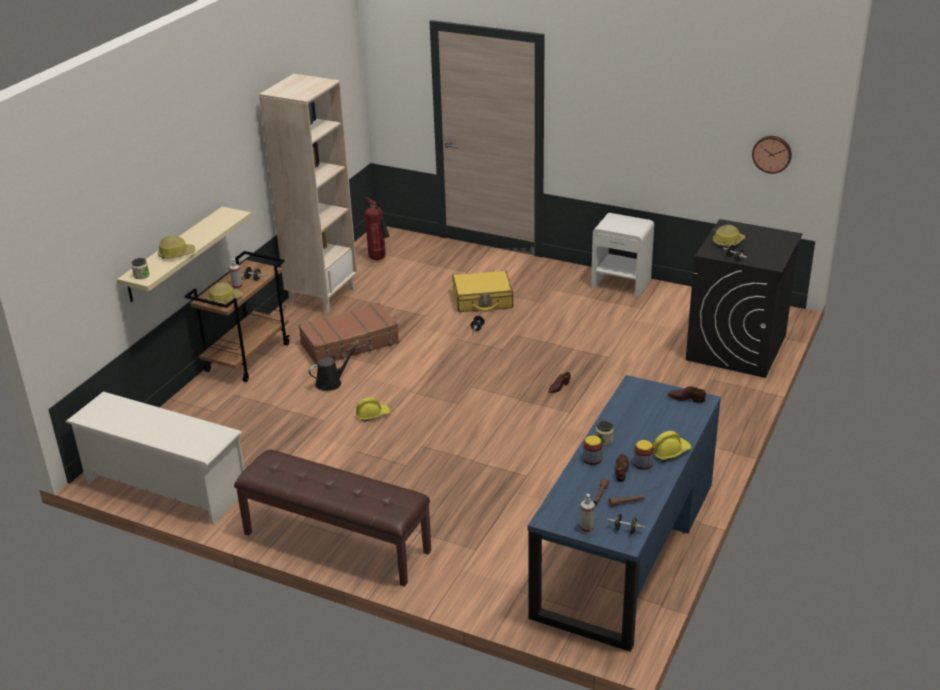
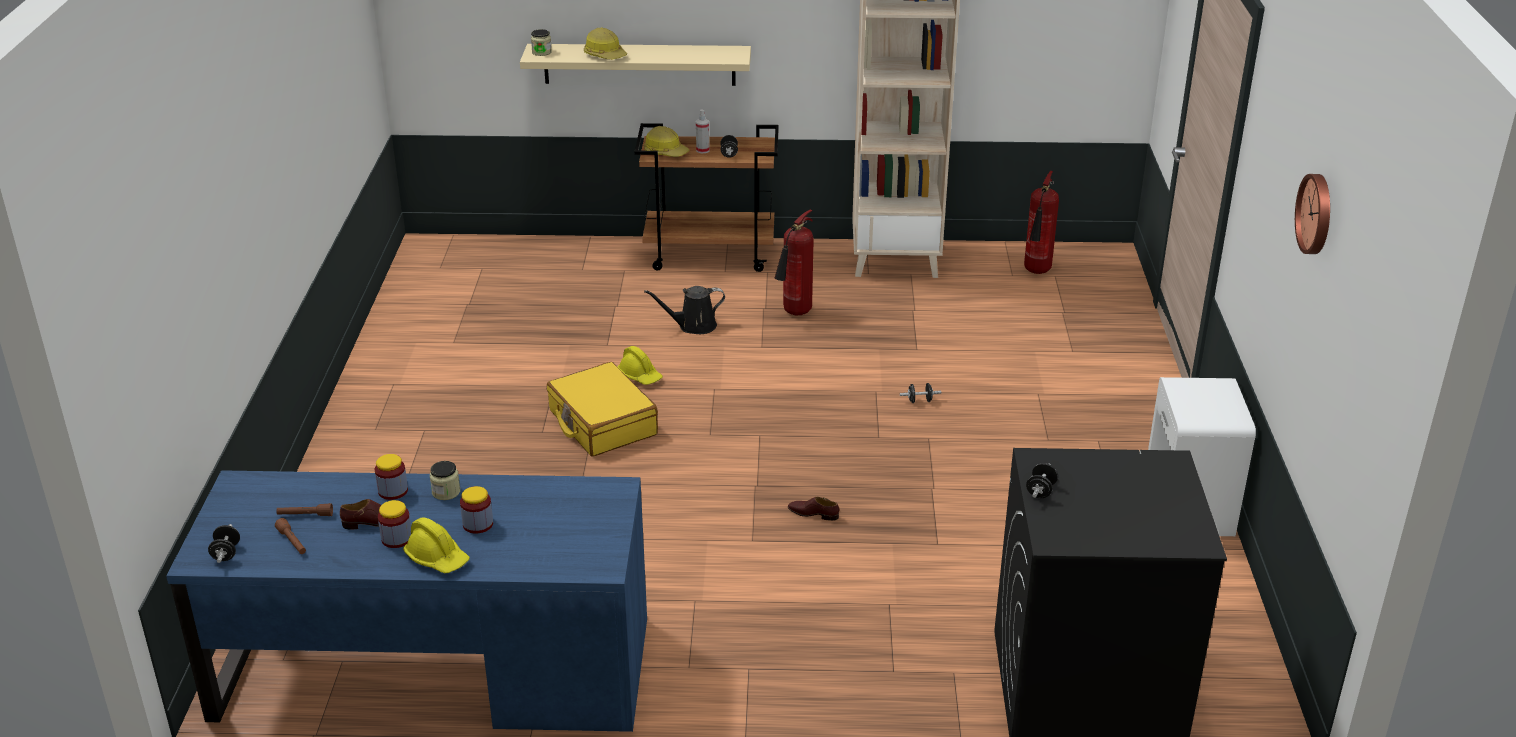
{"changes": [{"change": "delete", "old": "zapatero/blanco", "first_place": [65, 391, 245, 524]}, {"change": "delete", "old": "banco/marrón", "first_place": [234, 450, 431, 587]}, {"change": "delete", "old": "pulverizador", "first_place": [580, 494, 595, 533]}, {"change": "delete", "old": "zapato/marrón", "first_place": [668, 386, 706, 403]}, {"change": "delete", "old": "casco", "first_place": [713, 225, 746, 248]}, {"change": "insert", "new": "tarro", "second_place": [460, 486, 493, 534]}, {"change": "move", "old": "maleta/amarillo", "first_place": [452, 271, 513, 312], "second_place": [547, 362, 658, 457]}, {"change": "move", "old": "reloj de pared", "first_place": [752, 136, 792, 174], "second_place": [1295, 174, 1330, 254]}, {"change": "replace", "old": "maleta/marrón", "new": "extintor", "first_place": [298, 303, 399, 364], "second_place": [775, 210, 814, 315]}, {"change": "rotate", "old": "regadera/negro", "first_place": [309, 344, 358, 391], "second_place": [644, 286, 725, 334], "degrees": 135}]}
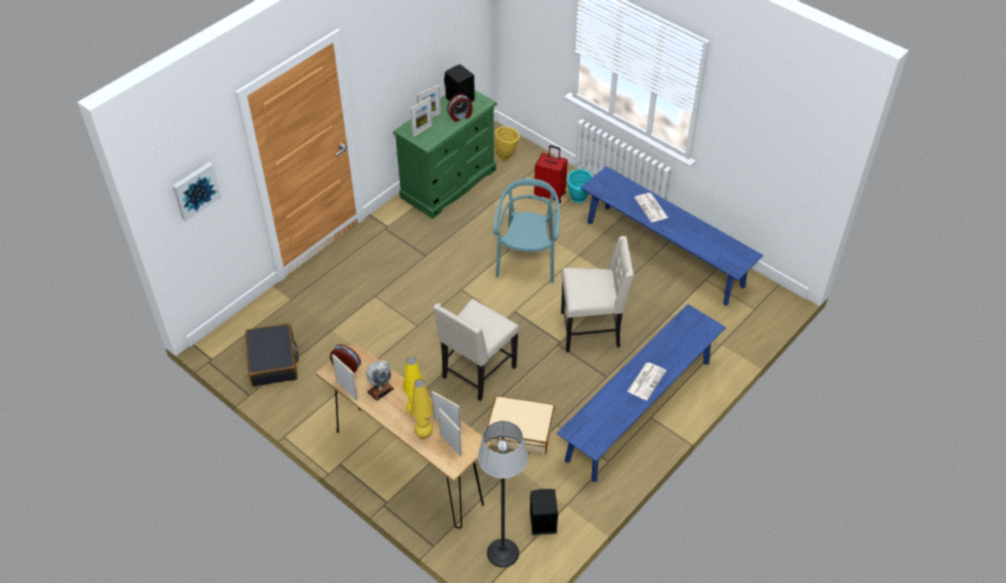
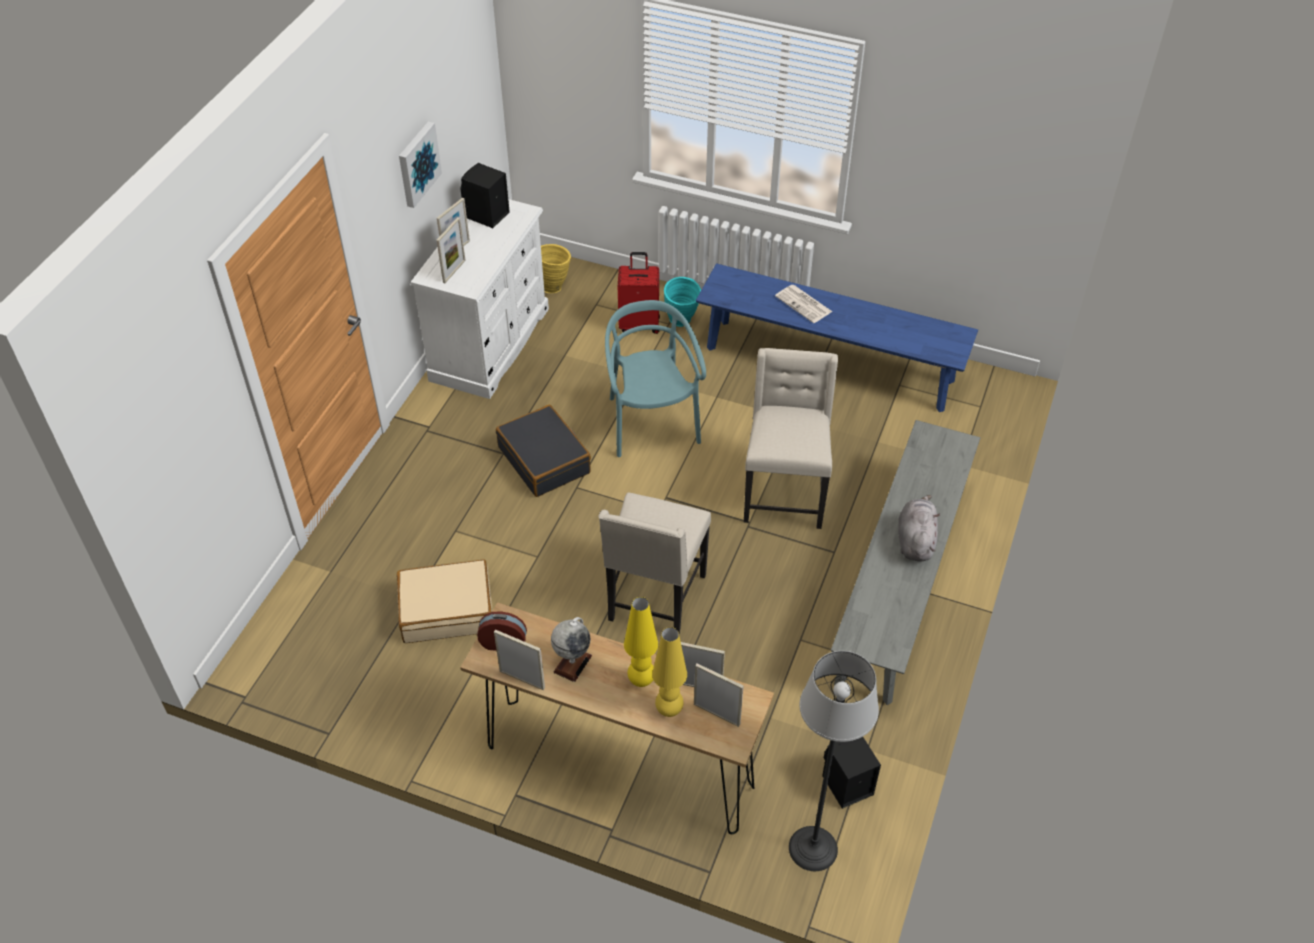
{"changes": [{"change": "delete", "old": "despertador", "first_place": [447, 94, 473, 122]}, {"change": "move", "old": "cuadro", "first_place": [172, 162, 221, 221], "second_place": [399, 121, 442, 208]}, {"change": "move", "old": "maleta/negro", "first_place": [245, 323, 299, 386], "second_place": [496, 405, 591, 497]}, {"change": "move", "old": "maleta/beis", "first_place": [487, 396, 555, 455], "second_place": [397, 559, 492, 643]}, {"change": "replace", "old": "periódico", "new": "peluche/gris", "first_place": [627, 362, 666, 400], "second_place": [898, 495, 940, 561]}, {"change": "recolor", "old": "cómoda/verde", "new": "cómoda/blanco", "first_place": [393, 90, 497, 219], "second_place": [410, 199, 549, 399]}, {"change": "recolor", "old": "banco/azul", "new": "banco/gris", "first_place": [557, 304, 726, 482], "second_place": [831, 420, 980, 705]}, {"change": "rotate", "old": "silla/beis", "first_place": [561, 236, 634, 352], "second_place": [744, 348, 838, 529], "degrees": -60}]}
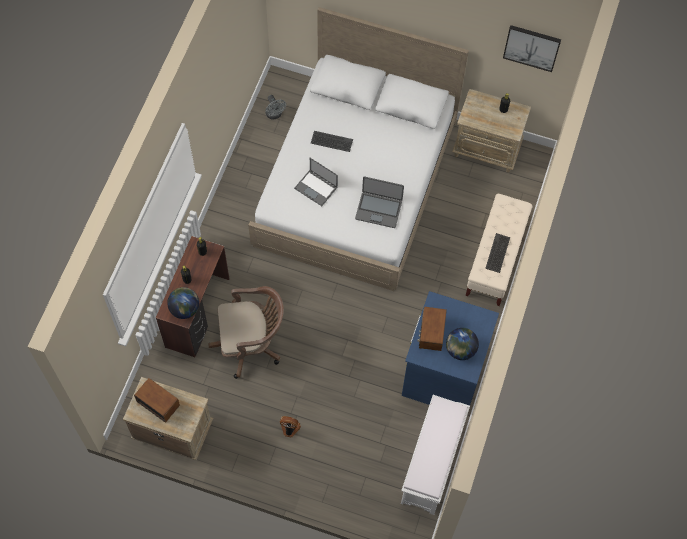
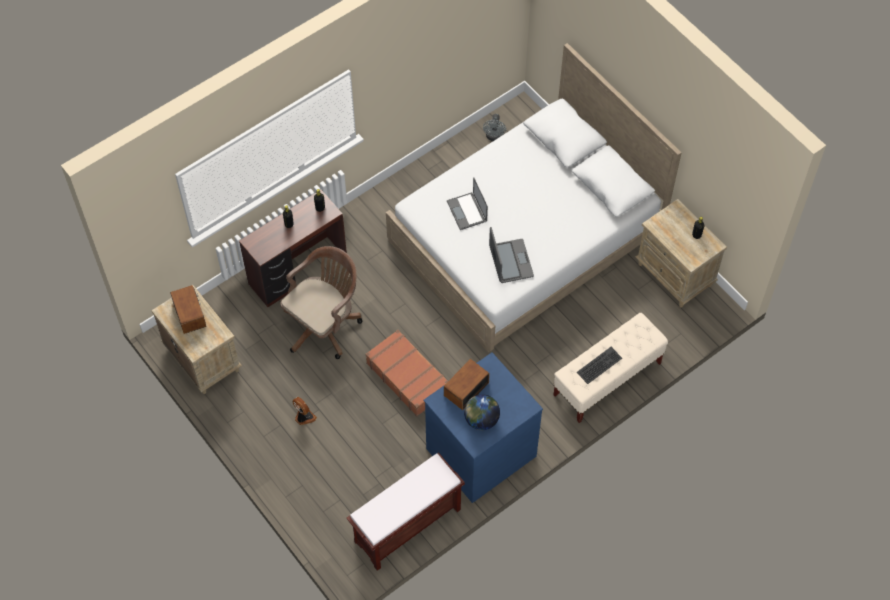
{"changes": [{"change": "delete", "old": "globo terráqueo", "first_place": [167, 287, 199, 319]}, {"change": "delete", "old": "teclado", "first_place": [311, 131, 353, 152]}, {"change": "delete", "old": "cuadro", "first_place": [503, 25, 561, 72]}, {"change": "insert", "new": "maleta/marrón", "second_place": [365, 330, 448, 416]}, {"change": "recolor", "old": "banco/blanco", "new": "banco/marrón", "first_place": [401, 395, 470, 515], "second_place": [347, 452, 465, 571]}, {"change": "rotate", "old": "silla de oficina/marrón", "first_place": [208, 286, 284, 379], "second_place": [281, 246, 362, 359], "degrees": -75}, {"change": "rotate", "old": "portátil", "first_place": [355, 177, 404, 228], "second_place": [489, 227, 534, 283], "degrees": -150}]}
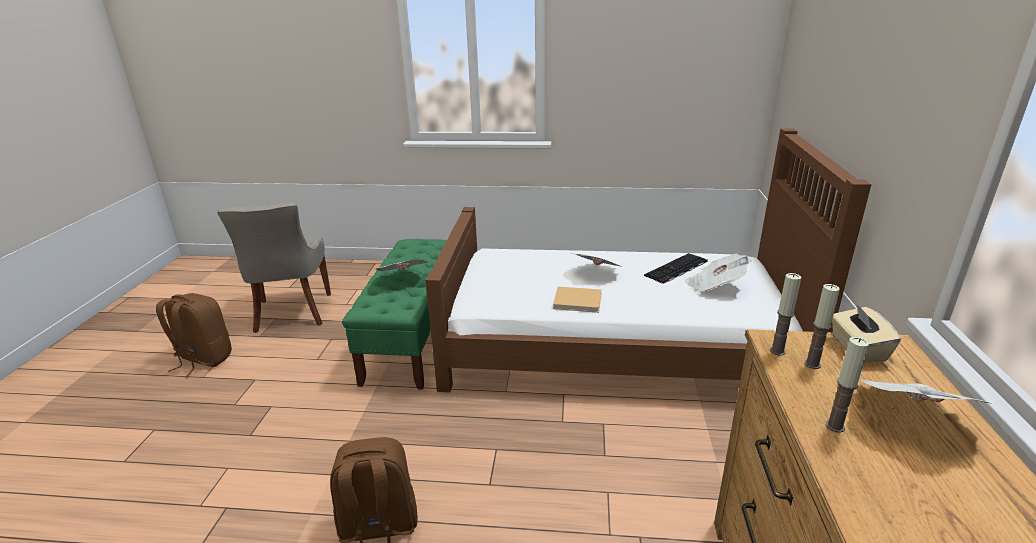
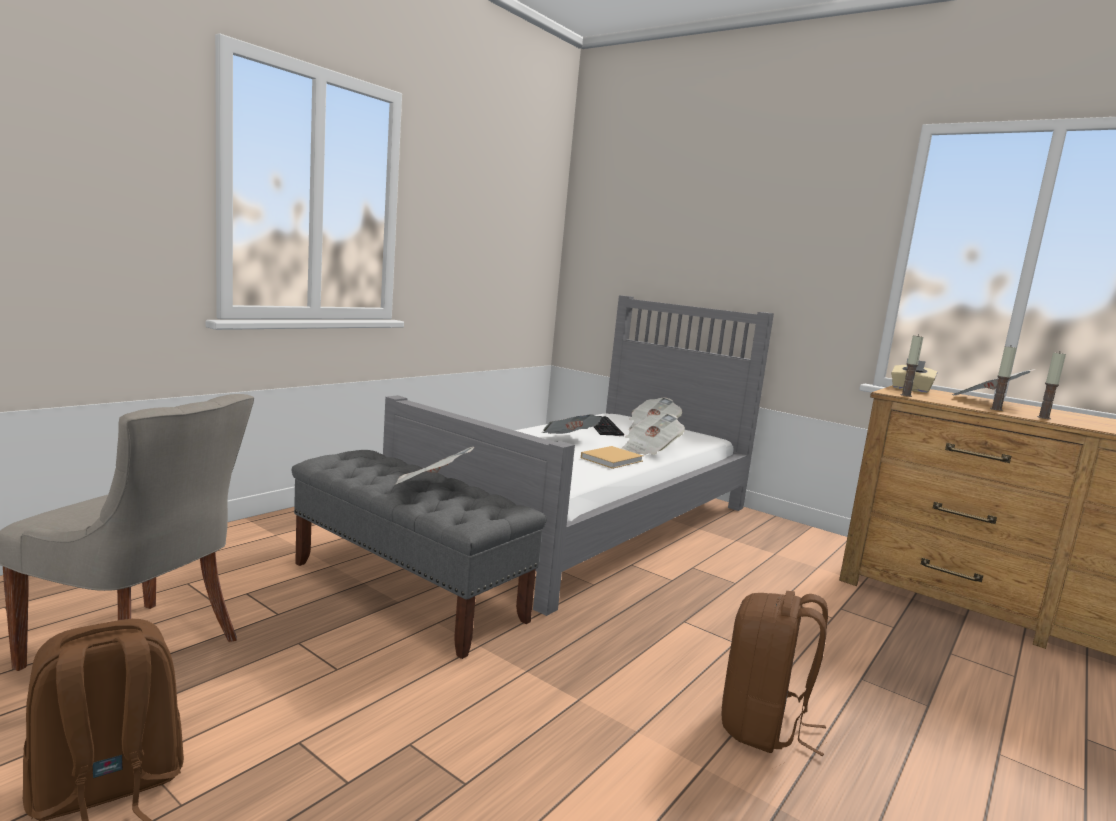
{"changes": [{"change": "insert", "new": "periódico", "second_place": [621, 414, 685, 455]}, {"change": "move", "old": "vela", "first_place": [804, 284, 840, 369], "second_place": [1037, 352, 1066, 419]}, {"change": "recolor", "old": "banco/verde", "new": "banco/gris", "first_place": [342, 239, 447, 390], "second_place": [292, 450, 546, 659]}, {"change": "recolor", "old": "cama/marrón", "new": "cama/gris", "first_place": [426, 128, 871, 392], "second_place": [383, 295, 774, 616]}]}
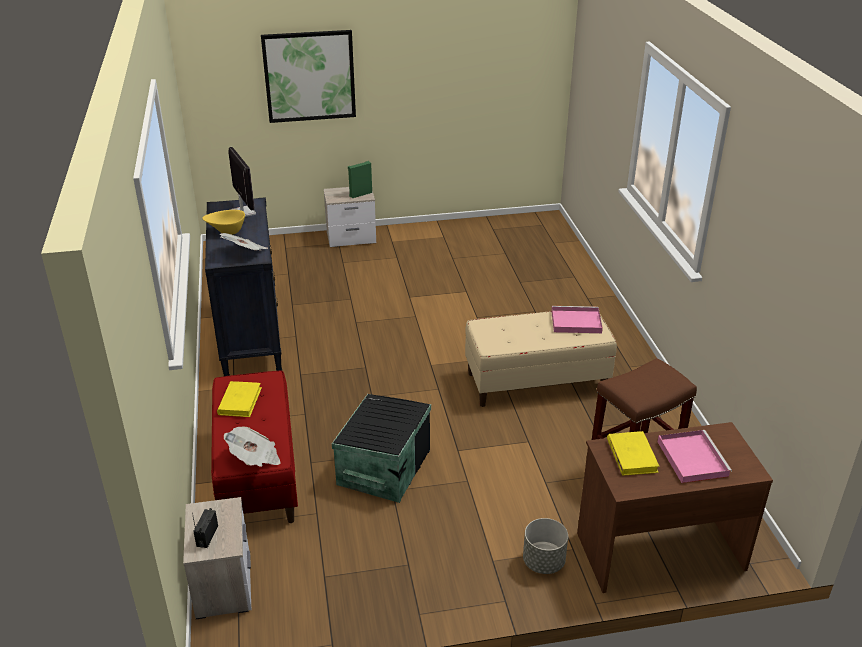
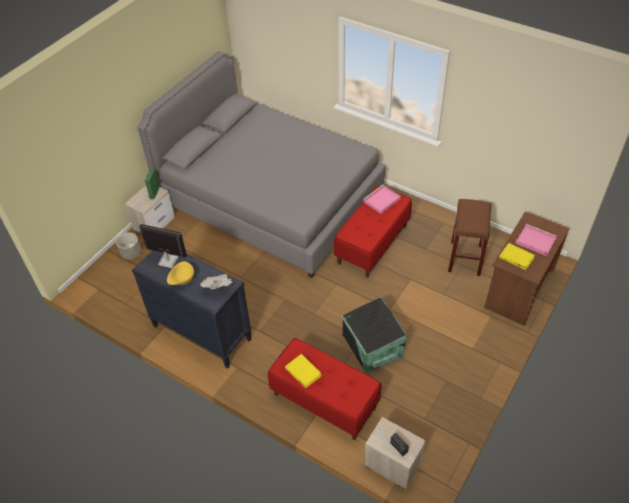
{"changes": [{"change": "delete", "old": "periódico", "first_place": [224, 426, 280, 467]}, {"change": "delete", "old": "cuadro", "first_place": [261, 30, 356, 123]}, {"change": "insert", "new": "cama/gris", "second_place": [137, 51, 385, 278]}, {"change": "move", "old": "maceta/gris", "first_place": [523, 518, 568, 574], "second_place": [116, 232, 141, 259]}, {"change": "recolor", "old": "banco/beis", "new": "banco/rojo", "first_place": [465, 311, 617, 407], "second_place": [334, 185, 412, 278]}]}
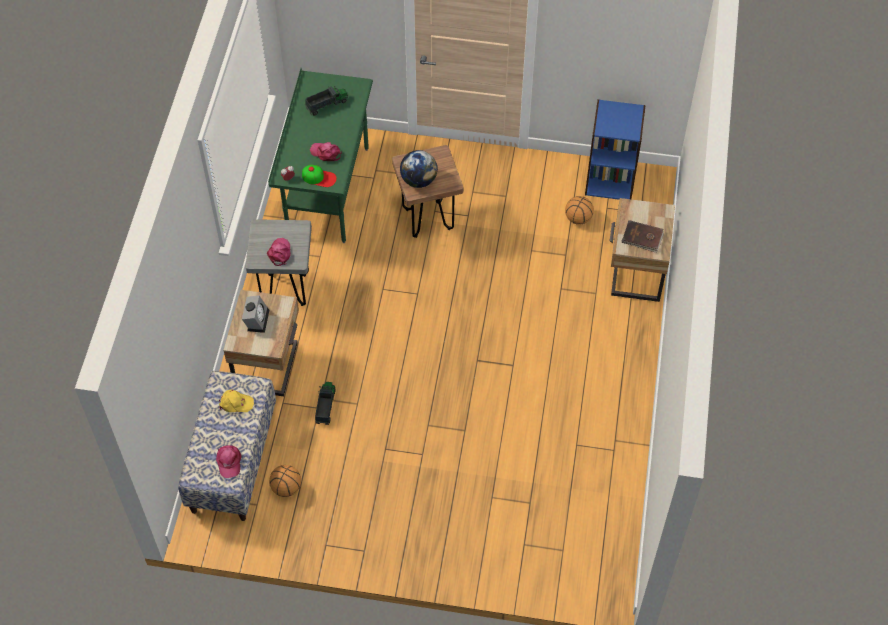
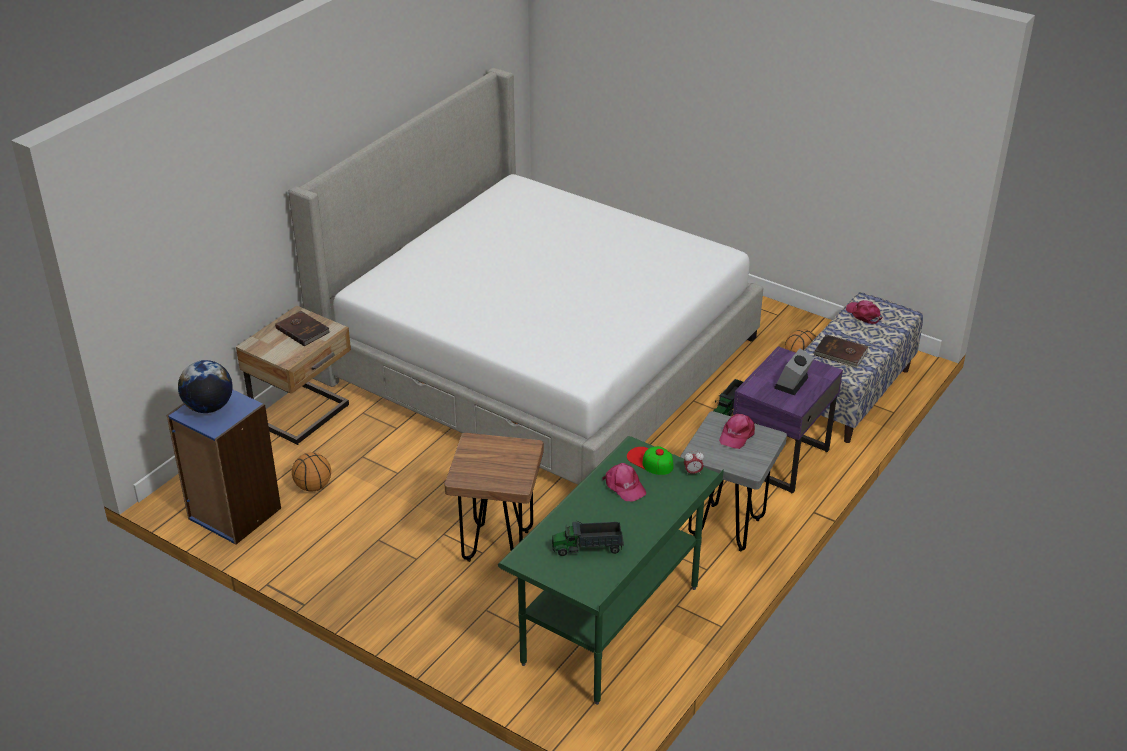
{"changes": [{"change": "insert", "new": "cama", "second_place": [288, 68, 763, 485]}, {"change": "move", "old": "globo terráqueo", "first_place": [400, 150, 437, 188], "second_place": [178, 360, 233, 413]}, {"change": "replace", "old": "gorra/amarillo", "new": "libro/marrón", "first_place": [219, 390, 254, 412], "second_place": [814, 334, 868, 368]}, {"change": "recolor", "old": "mesita de noche/beis", "new": "mesita de noche/morado", "first_place": [223, 290, 299, 396], "second_place": [733, 346, 843, 493]}, {"change": "rotate", "old": "gorra/rosa", "first_place": [216, 445, 242, 478], "second_place": [846, 300, 882, 324], "degrees": -45}]}
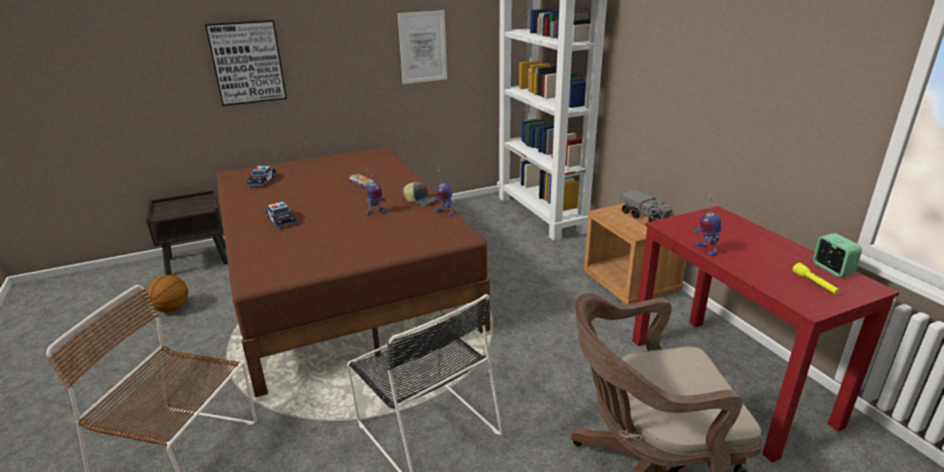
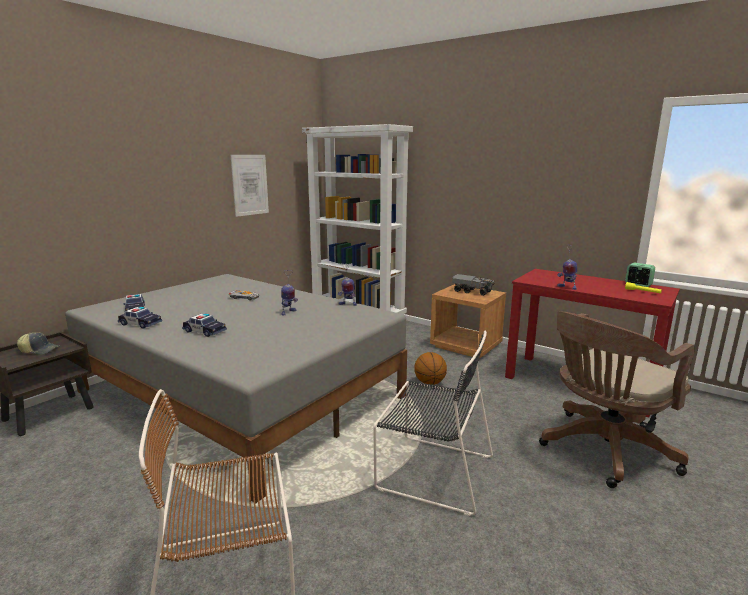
{"changes": [{"change": "delete", "old": "cuadro", "first_place": [205, 20, 287, 106]}, {"change": "insert", "new": "coche de juguete", "second_place": [118, 307, 162, 329]}, {"change": "move", "old": "balón de baloncesto", "first_place": [146, 275, 188, 313], "second_place": [414, 352, 447, 385]}, {"change": "move", "old": "gorra", "first_place": [403, 182, 435, 206], "second_place": [17, 332, 59, 355]}, {"change": "recolor", "old": "cama/marrón", "new": "cama/gris", "first_place": [216, 147, 490, 398], "second_place": [65, 274, 407, 503]}]}
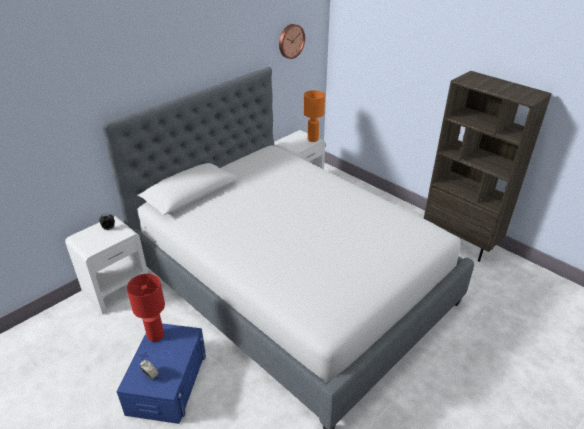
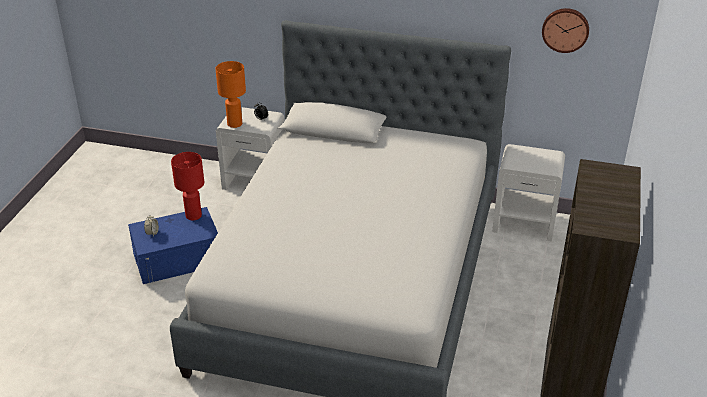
{"changes": [{"change": "move", "old": "lámpara de mesa/naranja", "first_place": [303, 90, 325, 142], "second_place": [215, 61, 246, 128]}]}
